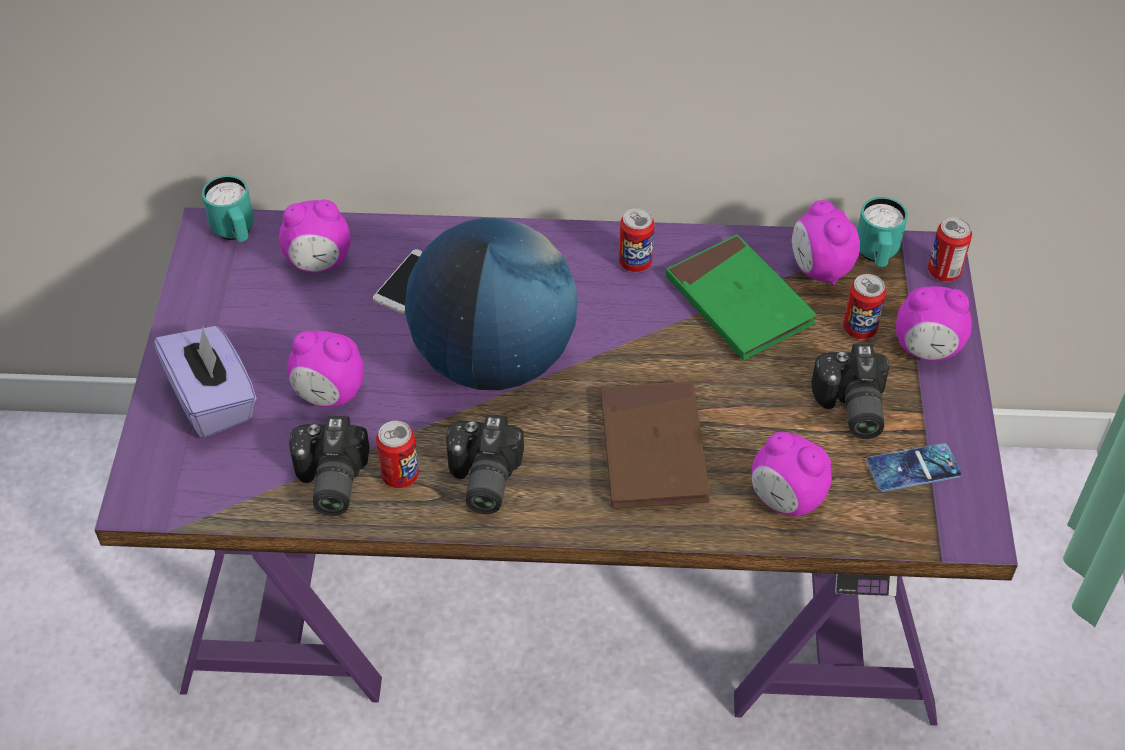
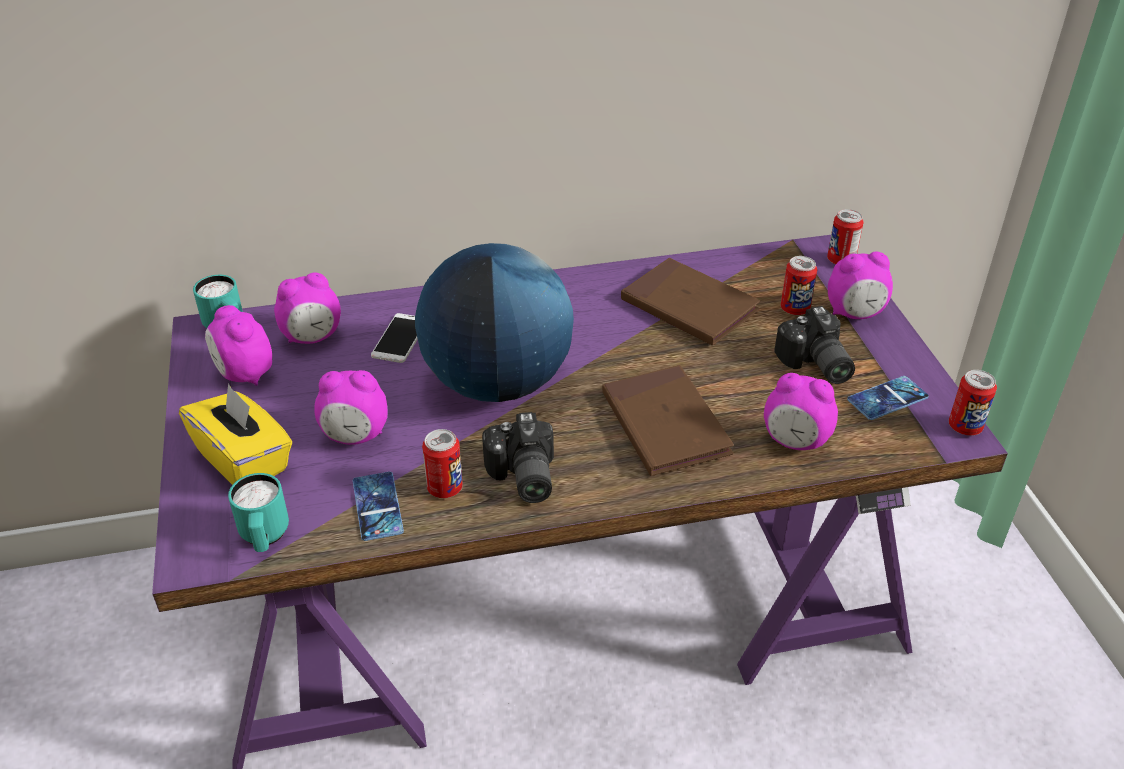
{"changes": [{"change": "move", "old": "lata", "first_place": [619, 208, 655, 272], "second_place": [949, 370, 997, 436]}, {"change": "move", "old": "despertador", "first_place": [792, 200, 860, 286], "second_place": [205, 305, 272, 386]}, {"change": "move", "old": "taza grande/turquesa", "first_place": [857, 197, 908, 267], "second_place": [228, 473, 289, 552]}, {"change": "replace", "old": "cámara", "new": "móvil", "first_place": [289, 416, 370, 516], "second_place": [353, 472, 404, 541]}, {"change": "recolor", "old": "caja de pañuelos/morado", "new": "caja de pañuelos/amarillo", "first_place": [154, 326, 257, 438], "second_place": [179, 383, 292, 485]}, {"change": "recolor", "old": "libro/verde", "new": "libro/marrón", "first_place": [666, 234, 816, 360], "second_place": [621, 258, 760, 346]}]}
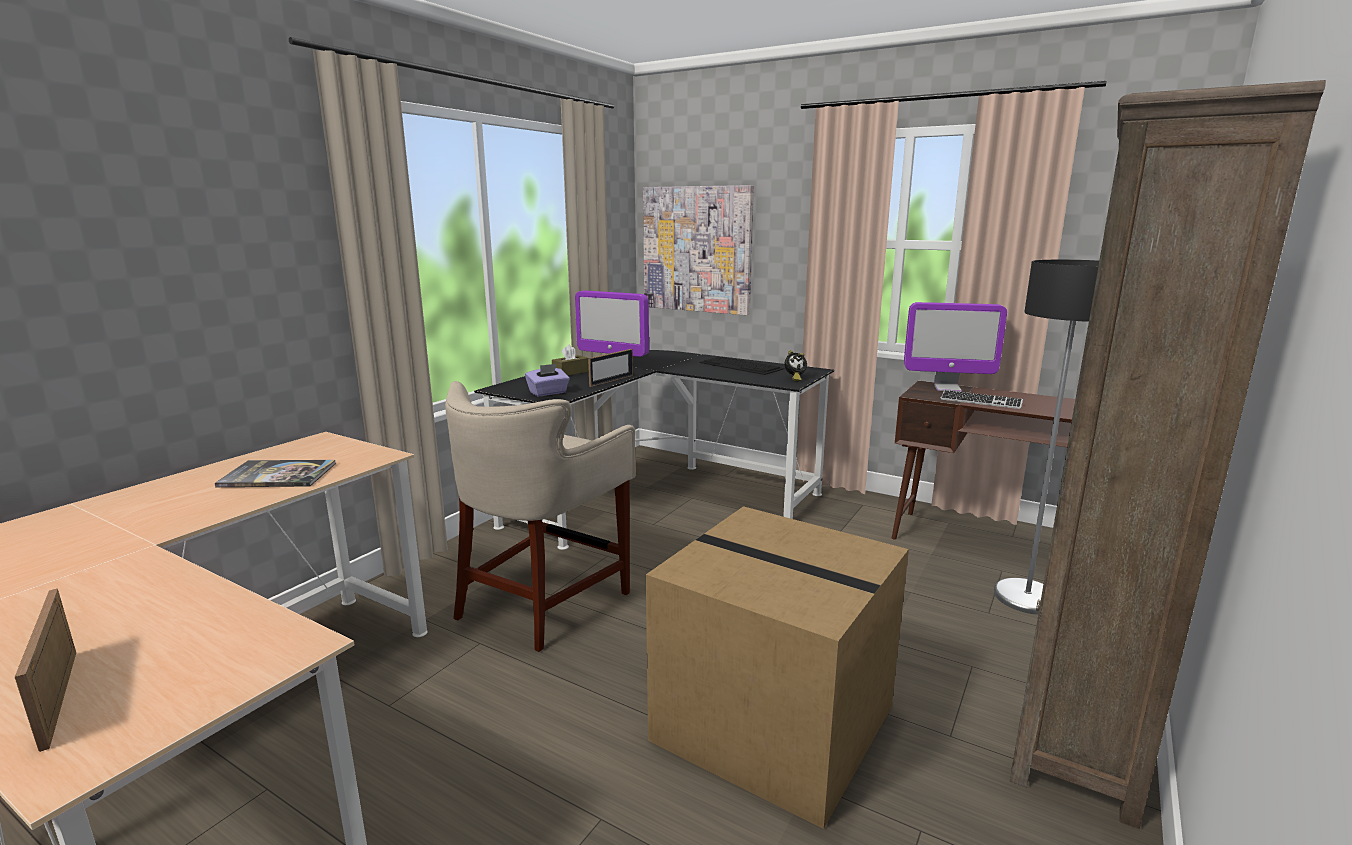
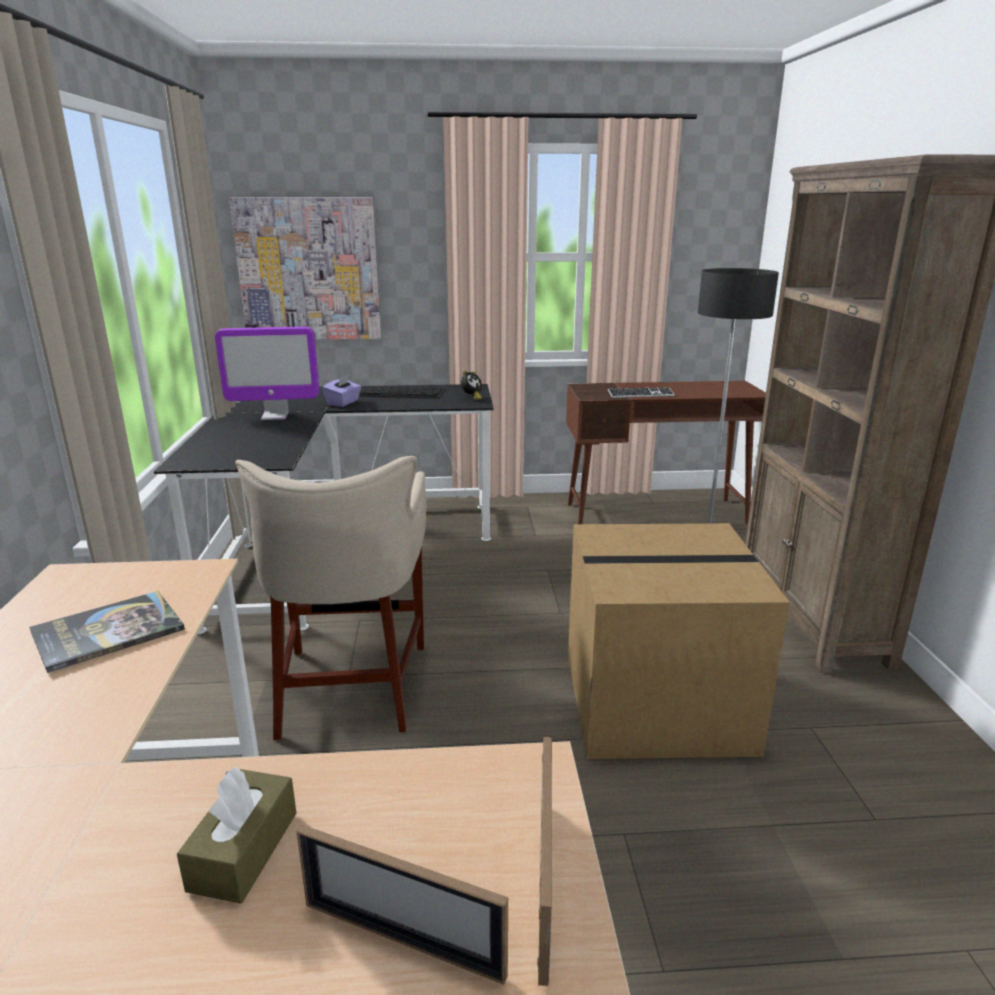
{"changes": [{"change": "delete", "old": "monitor", "first_place": [904, 302, 1007, 392]}, {"change": "move", "old": "caja de pañuelos/morado", "first_place": [525, 364, 570, 396], "second_place": [323, 374, 361, 407]}, {"change": "move", "old": "caja de pañuelos/marrón", "first_place": [552, 345, 589, 376], "second_place": [177, 767, 296, 904]}, {"change": "move", "old": "portarretratos", "first_place": [588, 349, 633, 387], "second_place": [537, 737, 552, 986]}]}
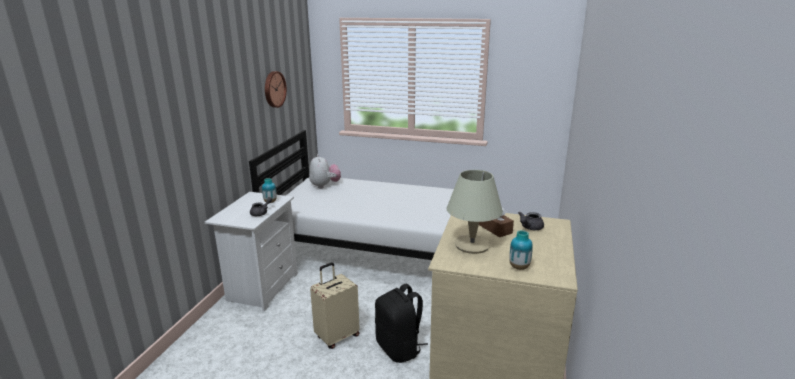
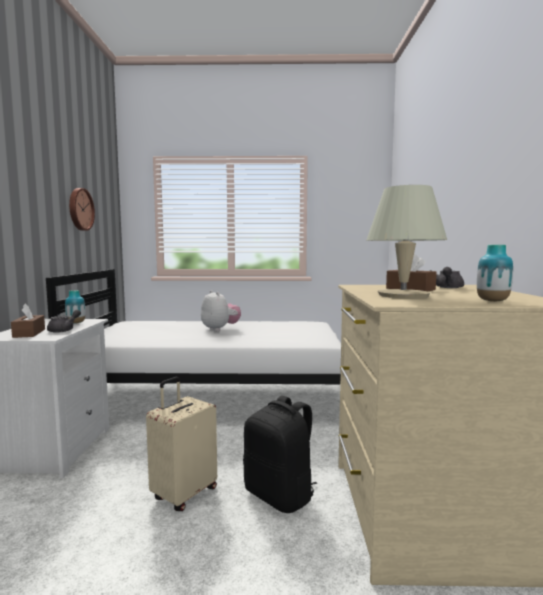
{"changes": [{"change": "insert", "new": "caja de pañuelos/marrón", "second_place": [11, 303, 45, 338]}, {"change": "move", "old": "peluche", "first_place": [309, 154, 341, 189], "second_place": [201, 290, 241, 331]}]}
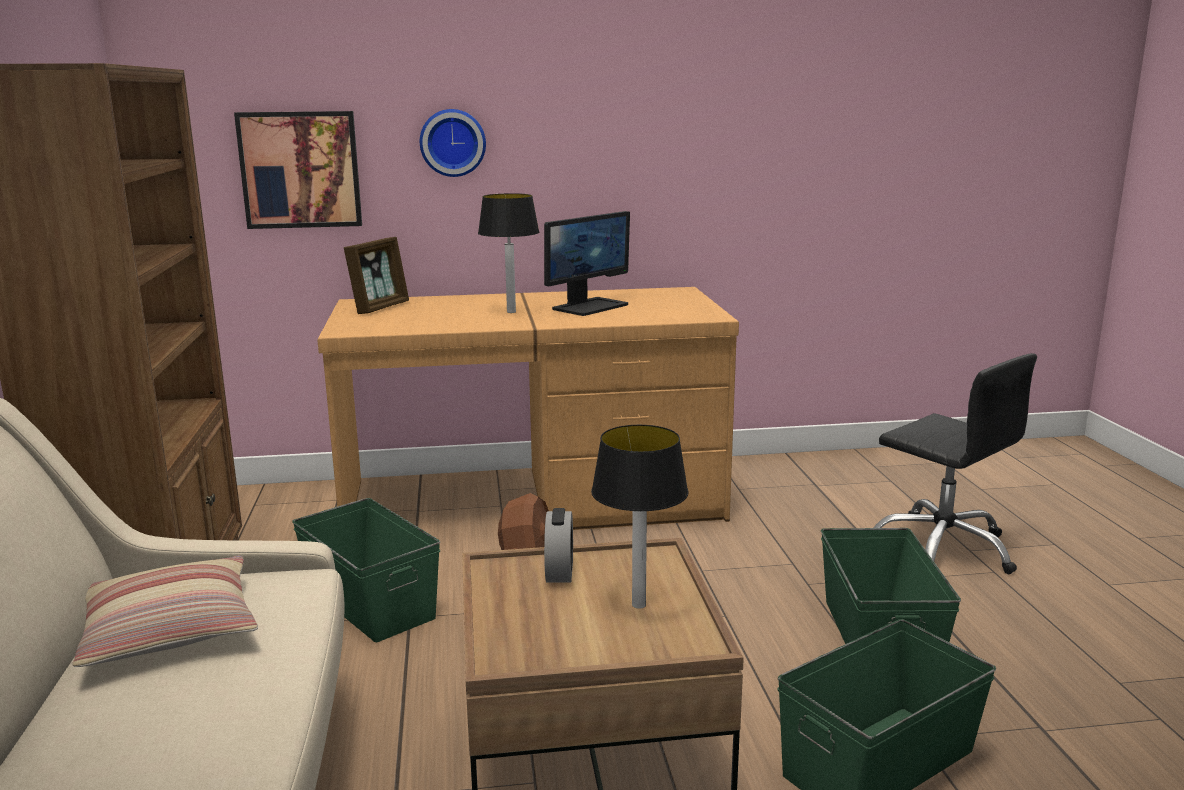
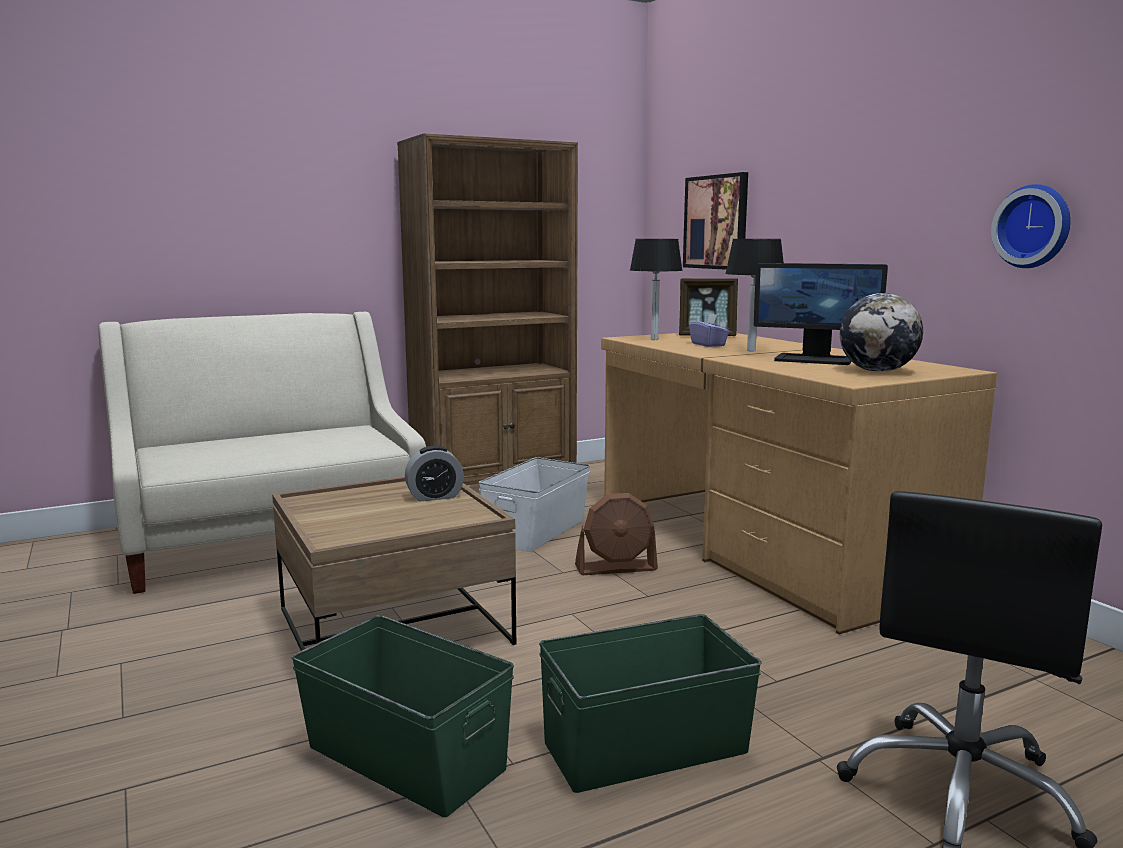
{"changes": [{"change": "delete", "old": "cojín", "first_place": [72, 556, 258, 667]}, {"change": "insert", "new": "caja de pañuelos/morado", "second_place": [689, 314, 730, 347]}, {"change": "insert", "new": "globo terráqueo", "second_place": [840, 293, 923, 372]}, {"change": "move", "old": "reloj de pared", "first_place": [420, 109, 486, 177], "second_place": [991, 184, 1071, 268]}, {"change": "move", "old": "lámpara de mesa", "first_place": [591, 425, 688, 609], "second_place": [630, 239, 683, 340]}, {"change": "recolor", "old": "caja de almacenaje/verde", "new": "caja de almacenaje/blanco", "first_place": [292, 498, 440, 642], "second_place": [479, 457, 590, 552]}]}
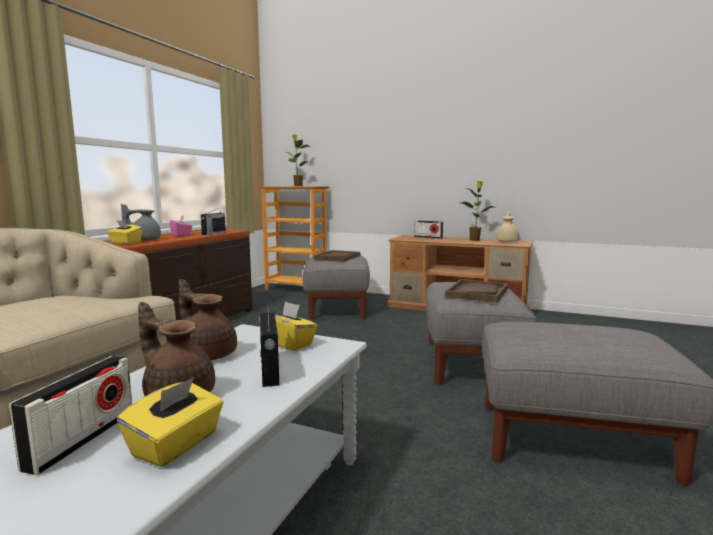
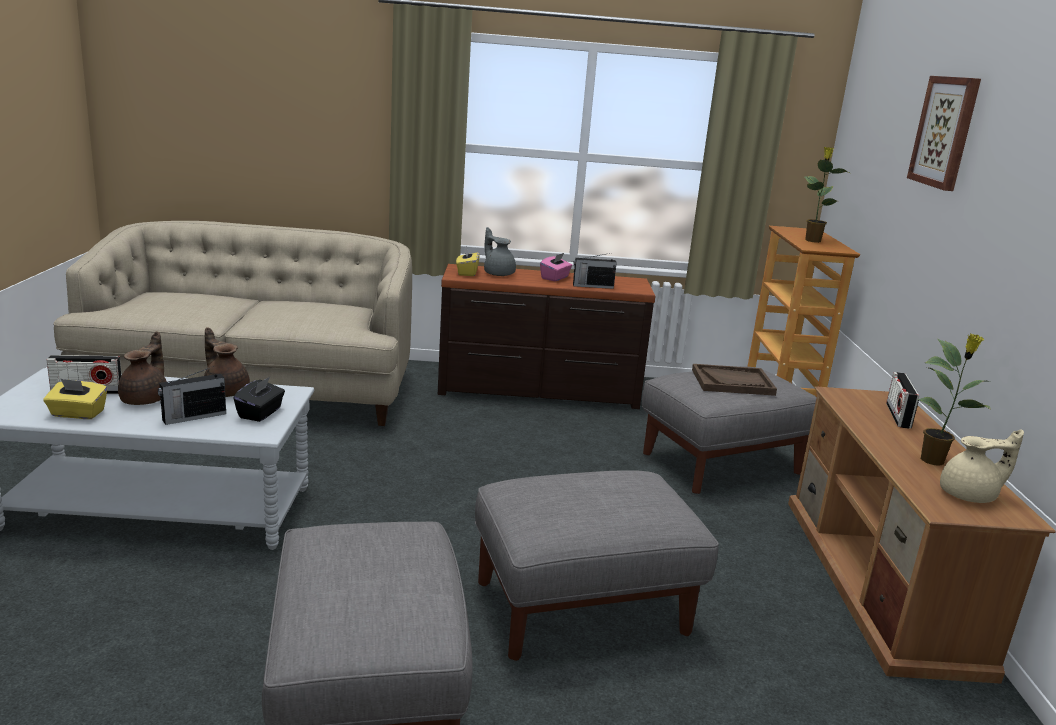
{"changes": [{"change": "delete", "old": "bandeja/marrón", "first_place": [445, 279, 508, 303]}, {"change": "insert", "new": "cuadro", "second_place": [907, 76, 981, 191]}, {"change": "recolor", "old": "caja de pañuelos/amarillo", "new": "caja de pañuelos/negro", "first_place": [259, 302, 318, 351], "second_place": [233, 377, 285, 422]}, {"change": "rotate", "old": "tetera/marrón", "first_place": [179, 279, 237, 360], "second_place": [204, 327, 250, 397], "degrees": -60}]}
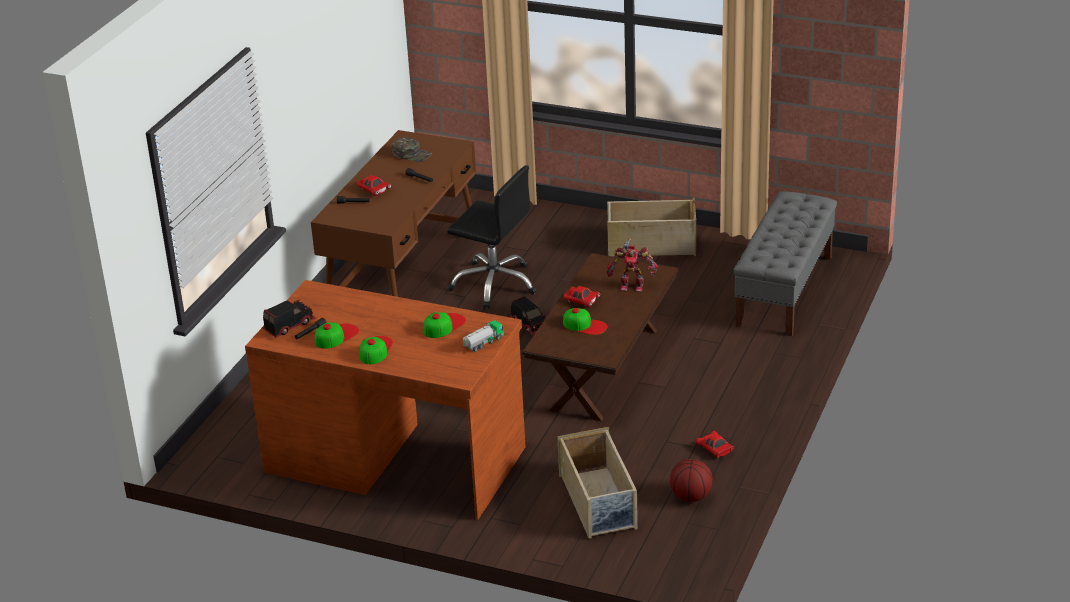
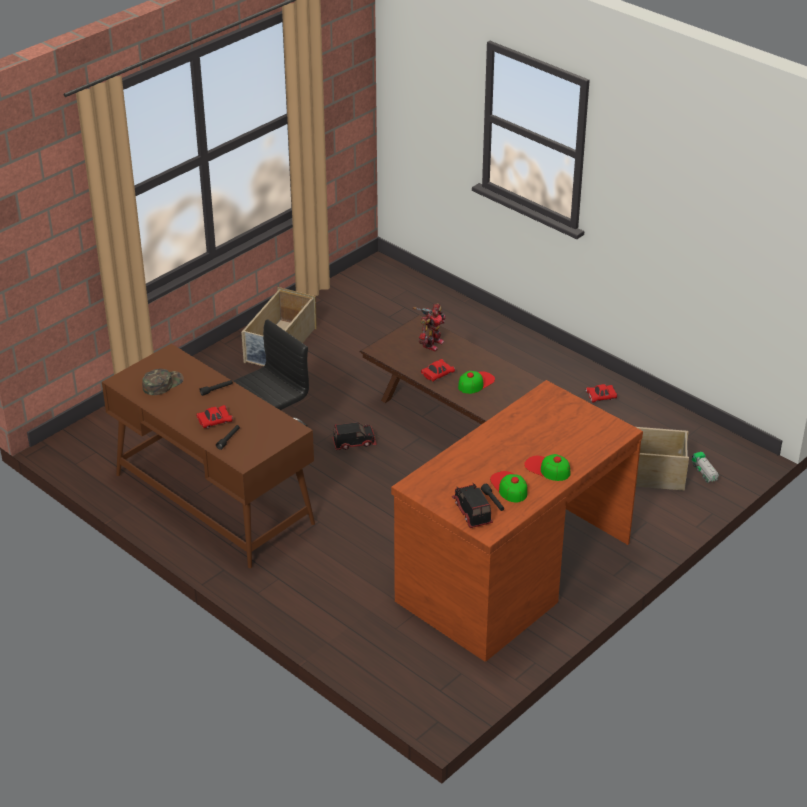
{"changes": [{"change": "delete", "old": "gorra", "first_place": [423, 312, 466, 338]}, {"change": "delete", "old": "balón de baloncesto", "first_place": [670, 459, 713, 502]}, {"change": "delete", "old": "banco/gris", "first_place": [733, 191, 837, 336]}, {"change": "move", "old": "camión de juguete", "first_place": [463, 320, 504, 352], "second_place": [692, 452, 719, 483]}]}
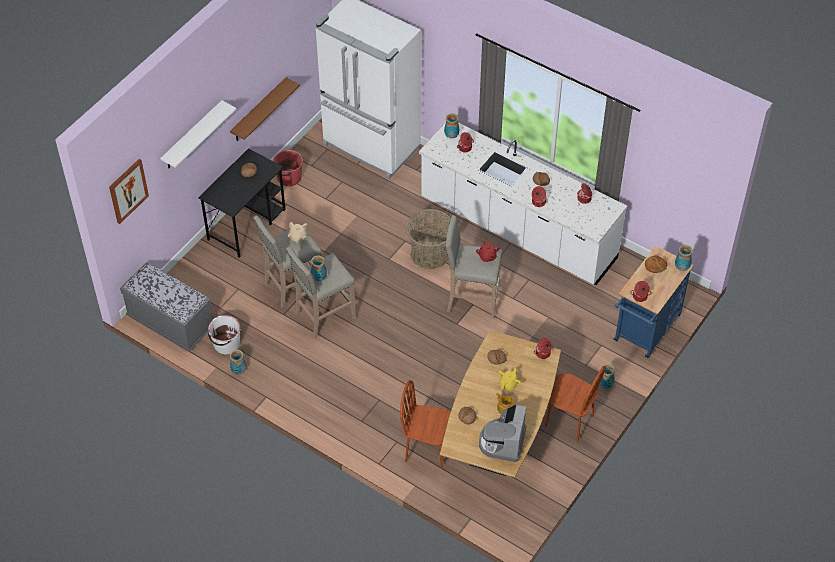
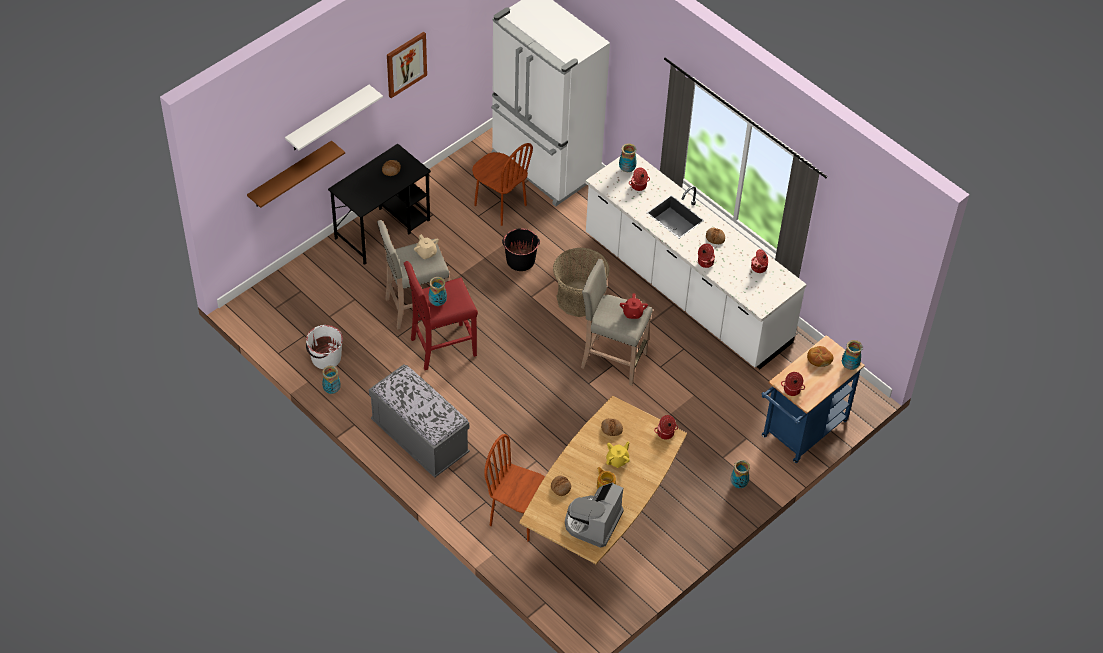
{"changes": [{"change": "delete", "old": "cubo/rojo", "first_place": [273, 150, 303, 186]}, {"change": "insert", "new": "cubo/negro", "second_place": [502, 228, 540, 271]}, {"change": "move", "old": "cuadro", "first_place": [109, 159, 149, 224], "second_place": [387, 32, 427, 98]}, {"change": "move", "old": "banco/gris", "first_place": [120, 263, 212, 352], "second_place": [369, 364, 470, 478]}, {"change": "move", "old": "estante/marrón", "first_place": [230, 77, 300, 141], "second_place": [247, 140, 345, 208]}, {"change": "move", "old": "silla/marrón", "first_place": [545, 366, 606, 442], "second_place": [472, 143, 533, 226]}, {"change": "recolor", "old": "taburete/beis", "new": "taburete/rojo", "first_place": [286, 247, 356, 339], "second_place": [404, 261, 478, 370]}]}
